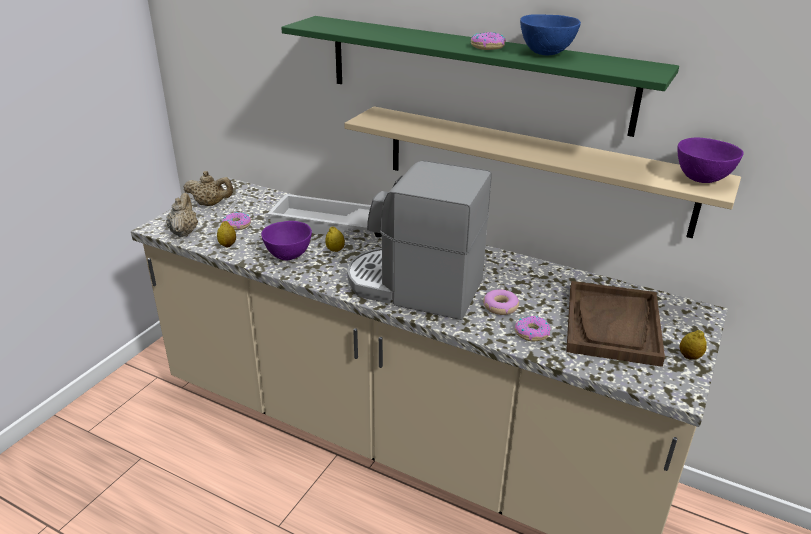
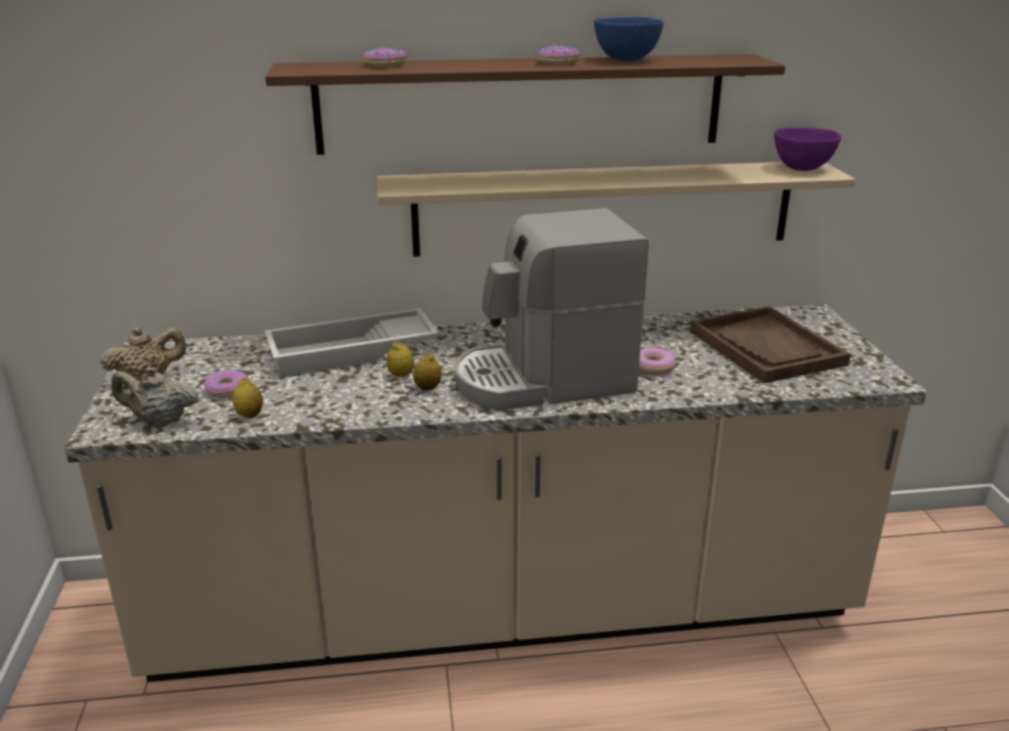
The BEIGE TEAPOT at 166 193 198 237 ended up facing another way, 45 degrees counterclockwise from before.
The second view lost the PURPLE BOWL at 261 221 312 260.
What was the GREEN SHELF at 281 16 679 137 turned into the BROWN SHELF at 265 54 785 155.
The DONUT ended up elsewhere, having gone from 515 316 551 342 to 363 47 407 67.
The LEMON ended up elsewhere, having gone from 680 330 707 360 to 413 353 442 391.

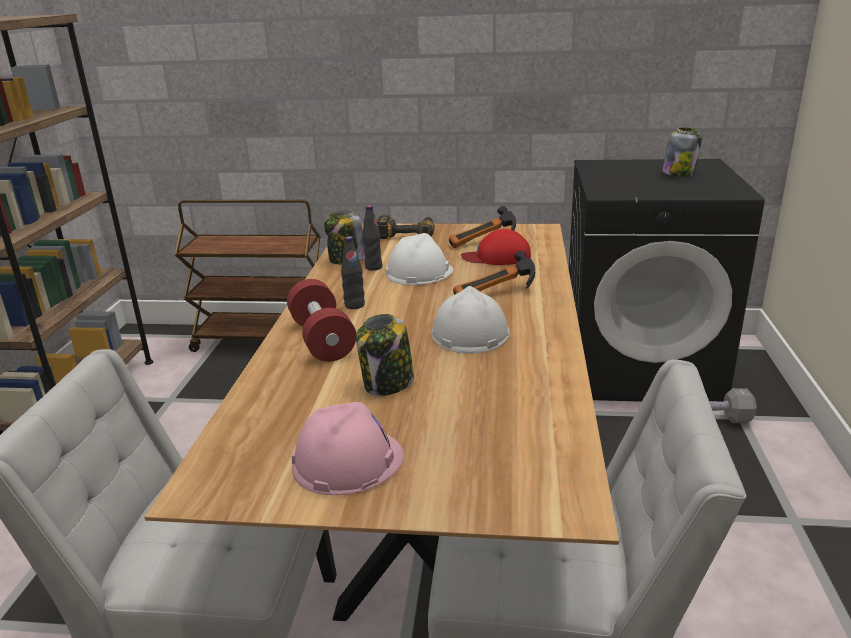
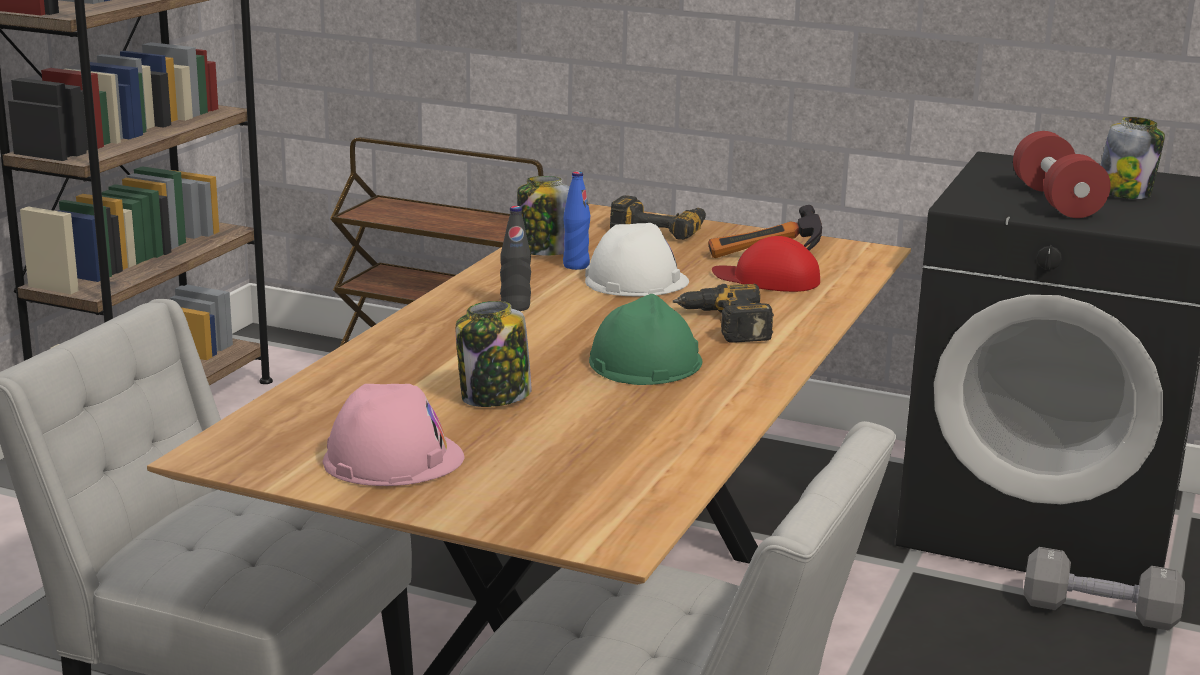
The RED DUMBBELL ended up elsewhere, having gone from 287 279 356 362 to 1013 131 1111 218.
What was the BLACK BOTTLE at 363 205 382 271 turned into the BLUE BOTTLE at 563 171 590 270.
What was the WHITE HARD HAT at 431 286 510 354 turned into the GREEN HARD HAT at 589 294 702 385.
Where the HAMMER stood at 453 251 535 295, the POWER DRILL came to stand at 673 284 774 343.

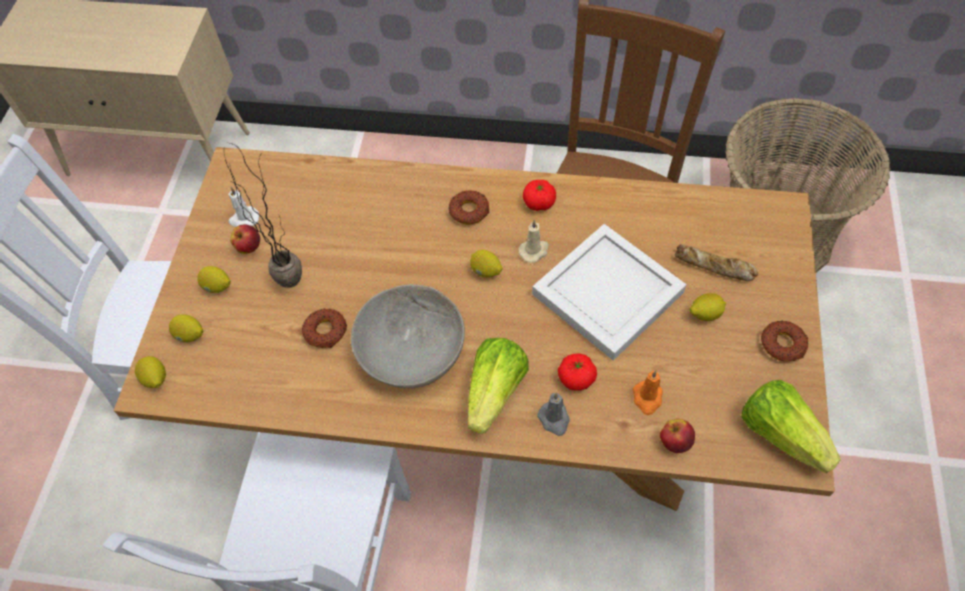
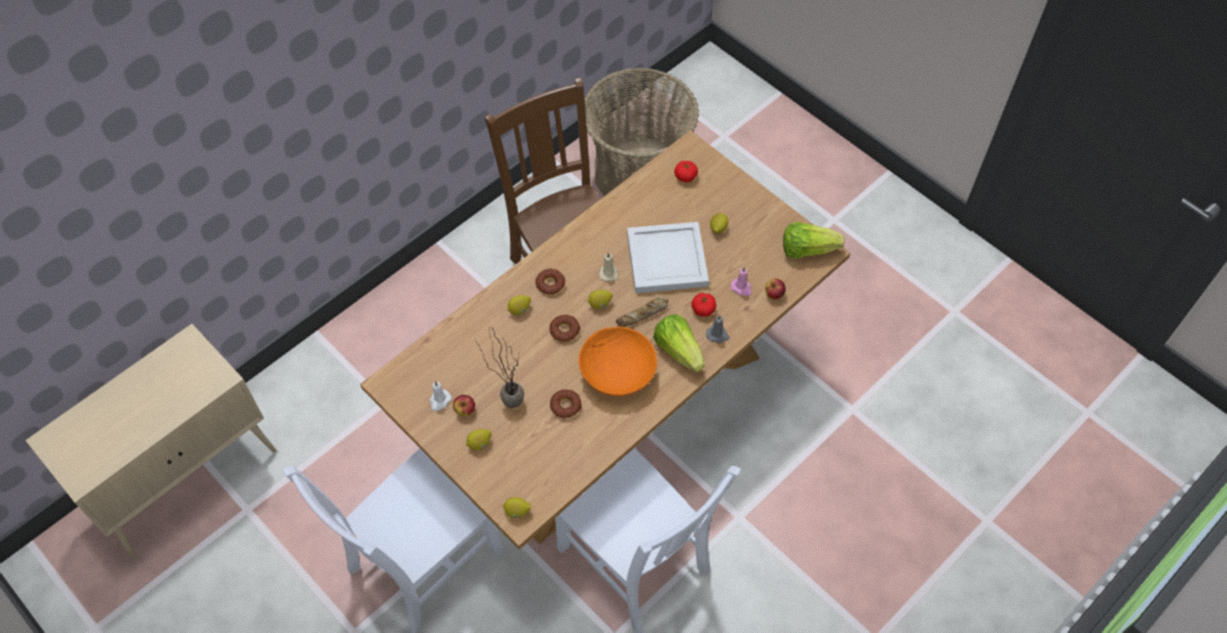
The LEMON ended up elsewhere, having gone from 169 314 203 342 to 507 295 531 315.
What was the GREY BOWL at 351 284 465 388 turned into the ORANGE BOWL at 579 327 657 396.
The TOMATO ended up elsewhere, having gone from 523 180 556 211 to 674 161 698 182.
What was the ORANGE CANDLE at 633 370 663 415 turned into the PINK CANDLE at 731 267 752 296.
The BREAD ended up elsewhere, having gone from 675 244 758 281 to 616 297 669 327.
The DONUT ended up elsewhere, having gone from 761 321 808 362 to 549 315 580 342.

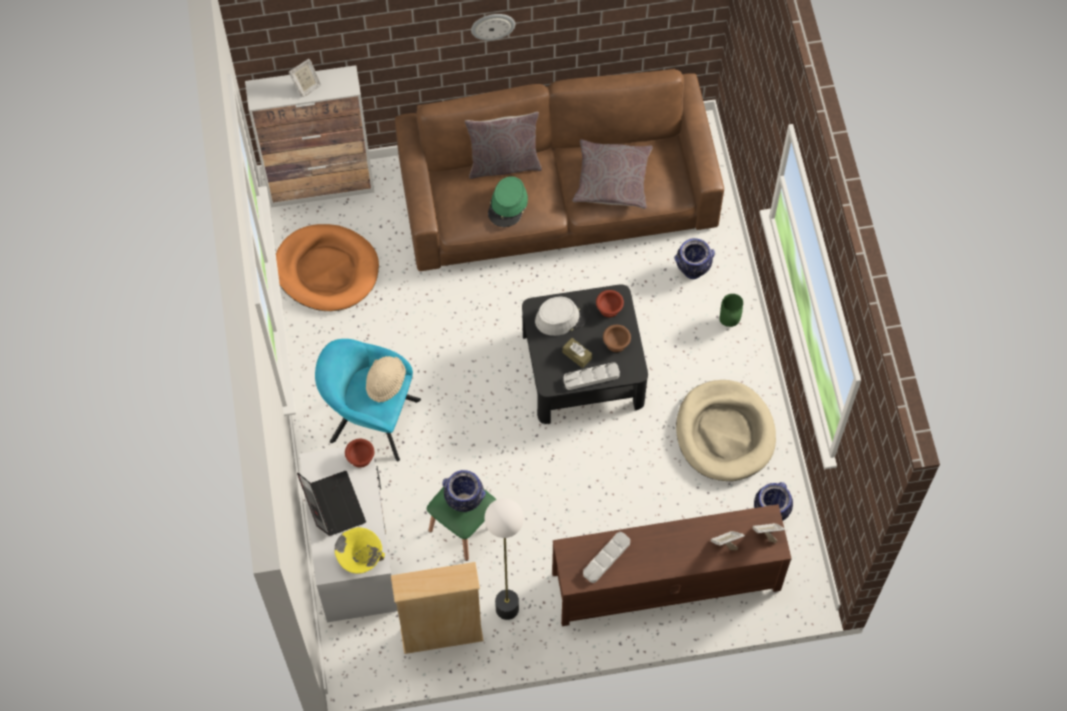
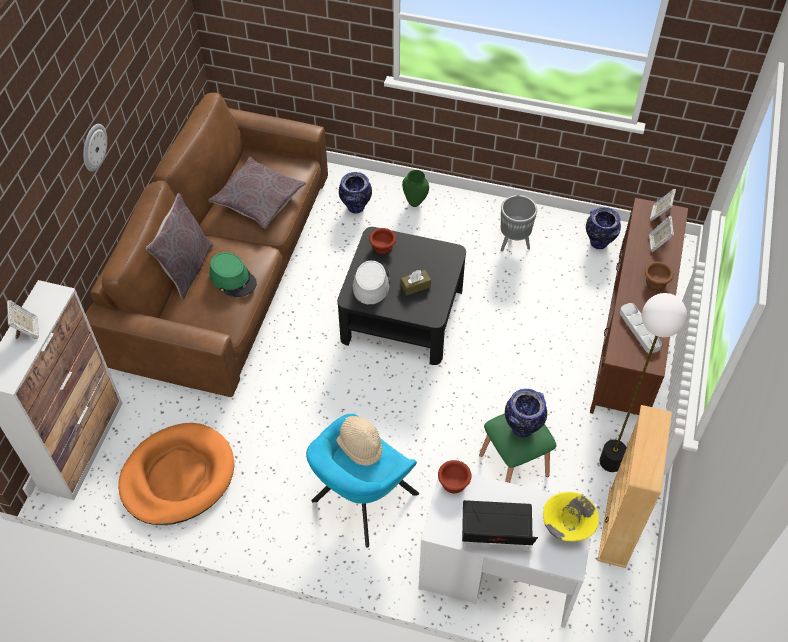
The second view lost the GREY TRAY at 564 362 620 390.
The BROWN BOWL ended up elsewhere, having gone from 603 325 631 352 to 645 262 674 289.
Where the BEIGE DOG BED stood at 676 380 776 481, the GREY PLANTER came to stand at 501 195 537 252.

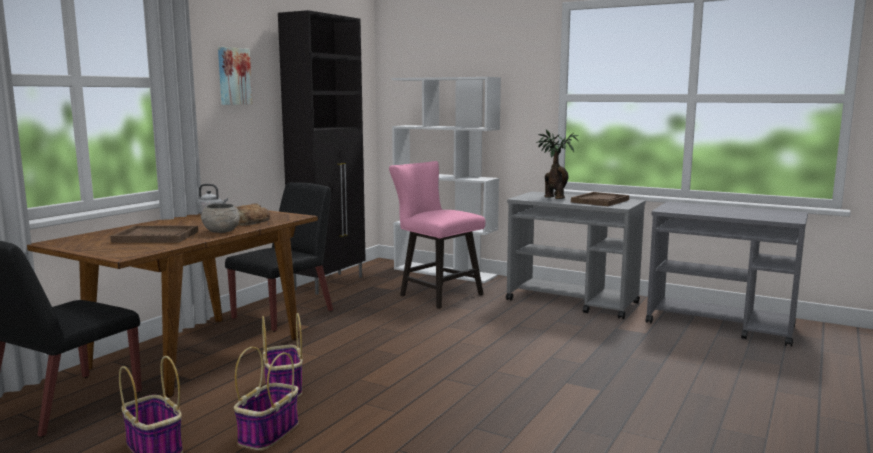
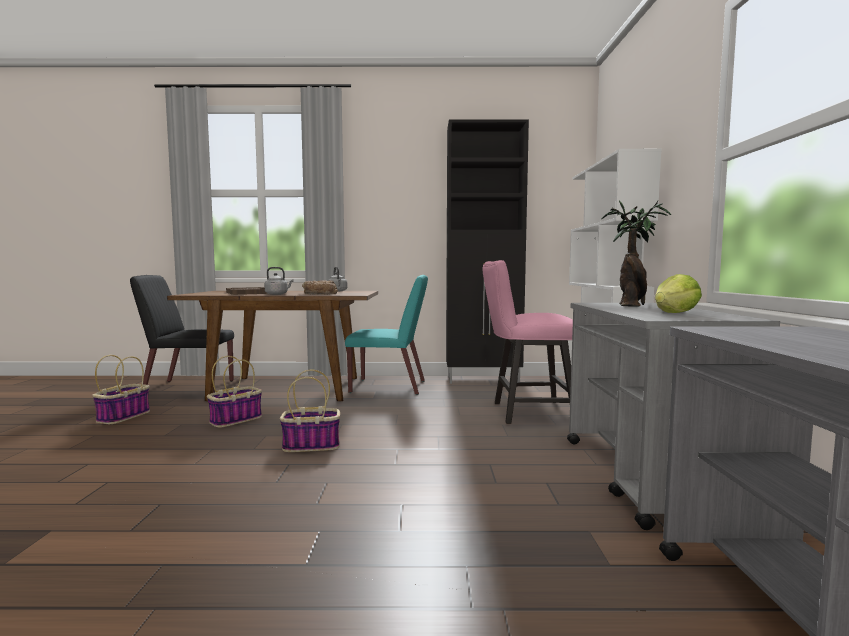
Where the GREY BOWL stood at 201 203 240 233, the GREY KETTLE came to stand at 265 267 294 295.
The second view lost the PICTURE at 218 47 253 105.
What was the BLACK CHAIR at 225 182 333 332 turned into the TURQUOISE CHAIR at 345 275 428 395.
The BASKET ended up elsewhere, having gone from 234 347 299 451 to 280 370 340 452.
The PINK CHAIR at 389 161 485 309 ended up facing another way, 105 degrees counterclockwise from before.
Where the BROWN TRAY stood at 571 192 629 206, the LETTUCE came to stand at 655 274 702 313.

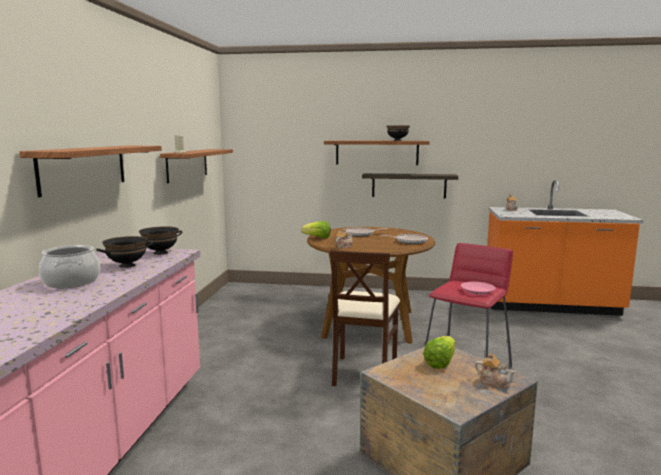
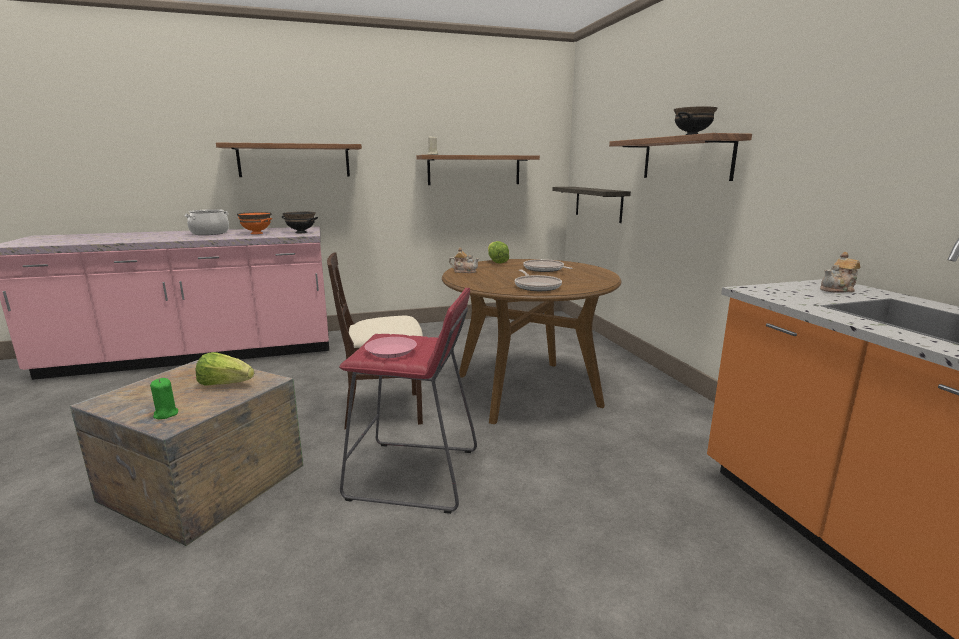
What was the BLACK BOWL at 96 236 153 268 turned into the ORANGE BOWL at 237 212 272 234.
The SHELF ended up elsewhere, having gone from 362 173 458 198 to 552 187 631 223.
Where the TEAPOT stood at 475 353 516 389, the GREEN CANDLE came to stand at 150 378 178 419.

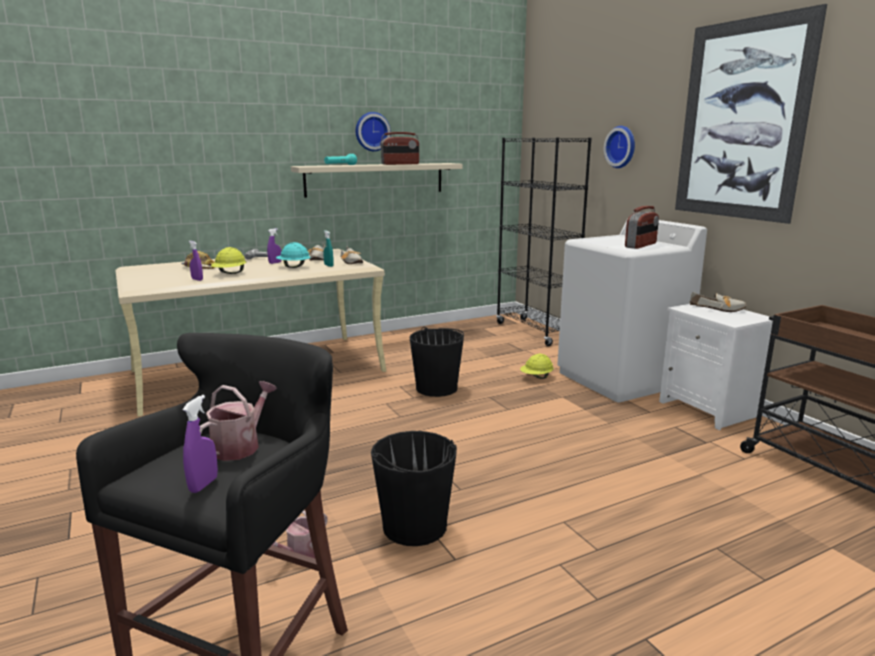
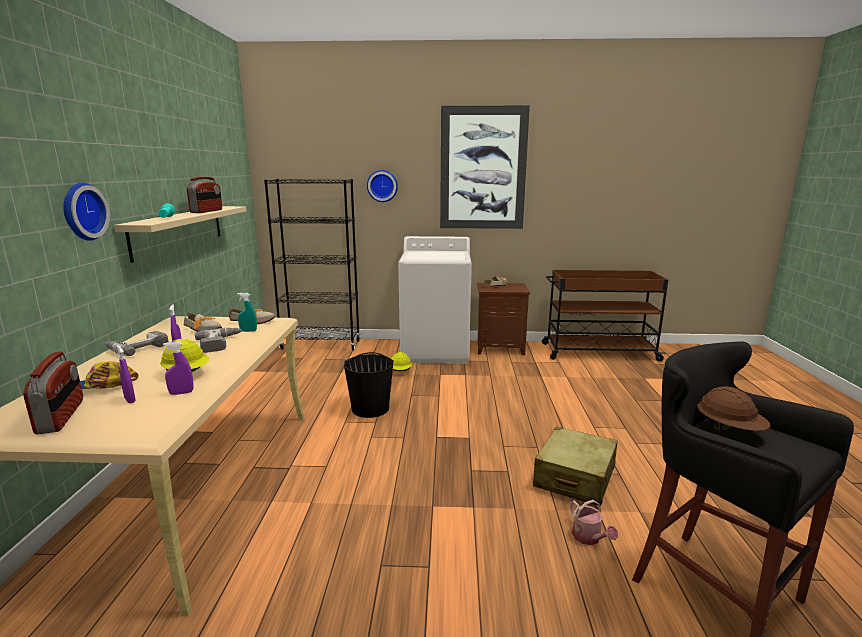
The PURPLE SPRAY BOTTLE ended up elsewhere, having gone from 182 395 218 493 to 117 345 136 403.
Where the WATERING CAN stood at 200 381 277 461, the BROWN HARD HAT came to stand at 697 386 770 432.
Where the TURQUOISE HARD HAT stood at 276 242 311 268, the POWER DRILL came to stand at 195 328 242 353.
The WALL CLOCK ended up elsewhere, having gone from 356 112 391 151 to 63 183 110 241.
Where the BLACK BUCKET stood at 371 431 457 546, the BEIGE SUITCASE came to stand at 533 427 618 506.
The RADIO ended up elsewhere, having gone from 625 206 659 249 to 23 351 83 435.
What was the WHITE NIGHTSTAND at 659 304 773 430 turned into the BROWN NIGHTSTAND at 477 283 530 355.

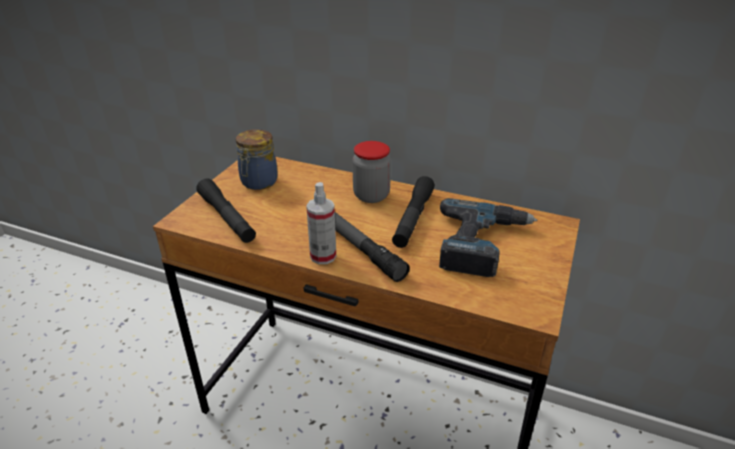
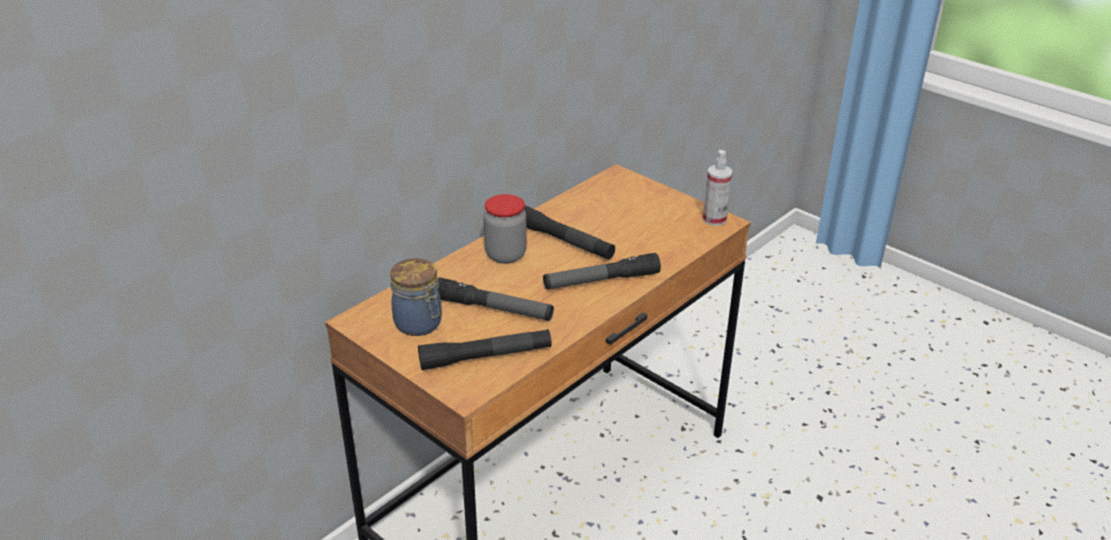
The SPRAY BOTTLE ended up elsewhere, having gone from 306 182 336 264 to 703 150 733 226.
The second view lost the POWER DRILL at 439 198 537 277.
The second view gained the FLASHLIGHT at 438 277 554 321.

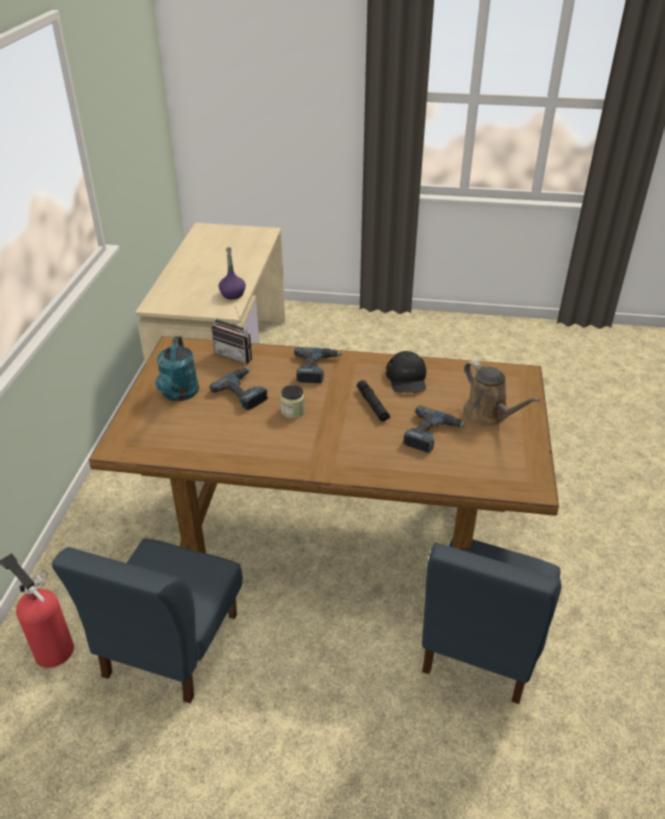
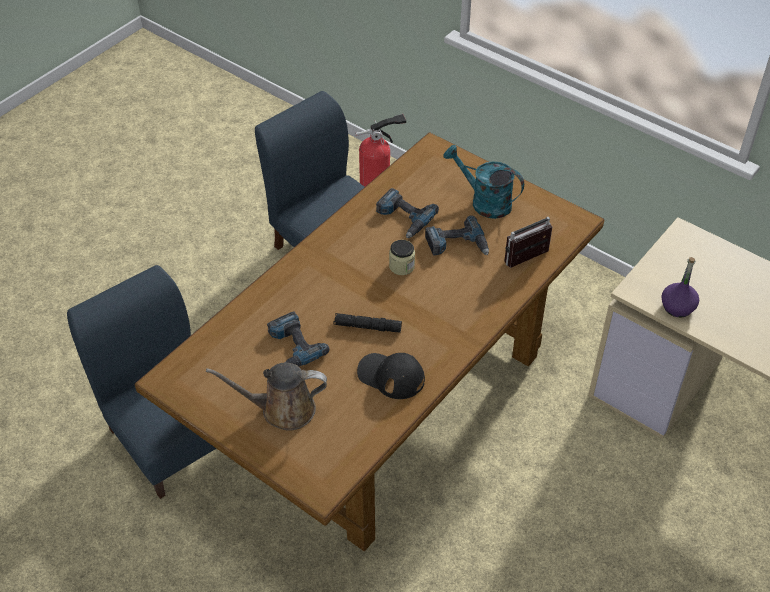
The POWER DRILL ended up elsewhere, having gone from 294 347 343 383 to 376 188 439 238.

